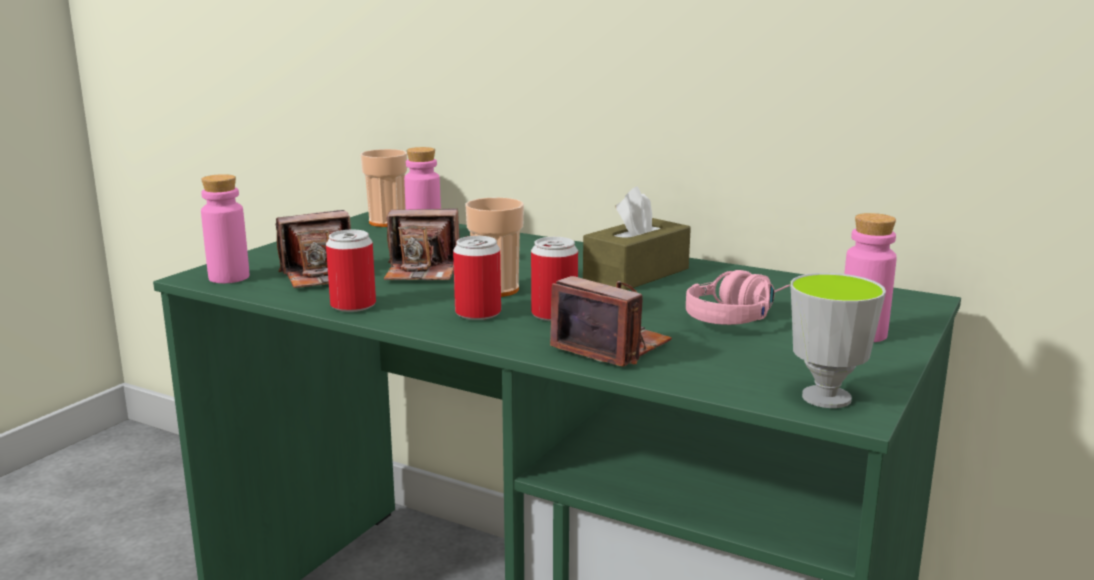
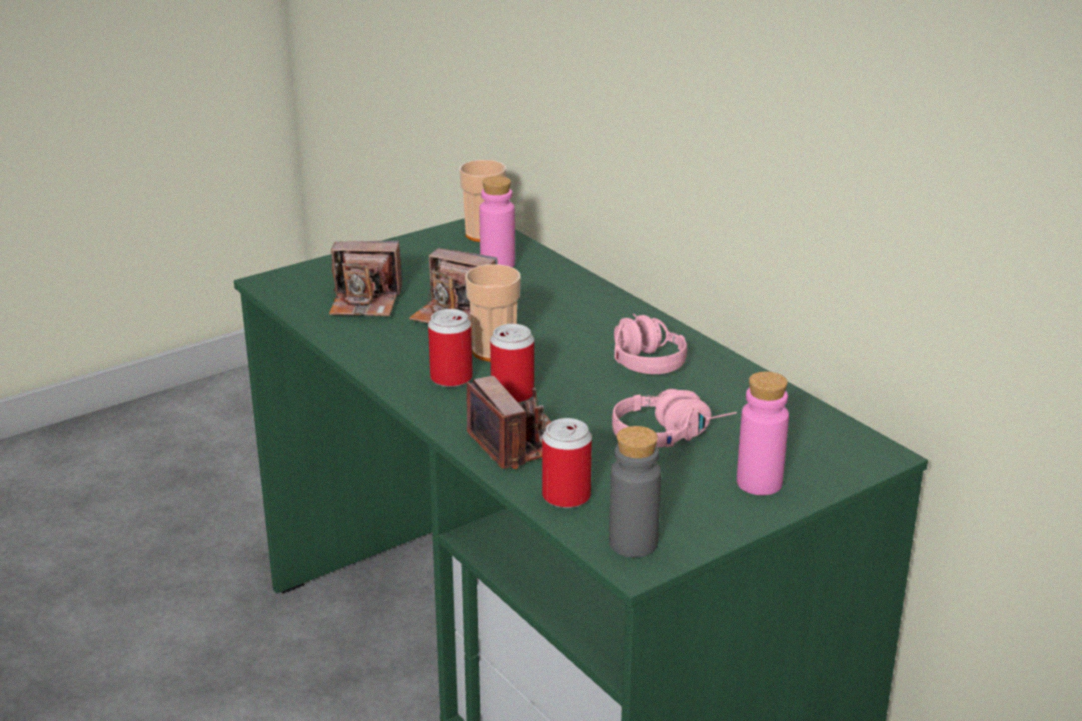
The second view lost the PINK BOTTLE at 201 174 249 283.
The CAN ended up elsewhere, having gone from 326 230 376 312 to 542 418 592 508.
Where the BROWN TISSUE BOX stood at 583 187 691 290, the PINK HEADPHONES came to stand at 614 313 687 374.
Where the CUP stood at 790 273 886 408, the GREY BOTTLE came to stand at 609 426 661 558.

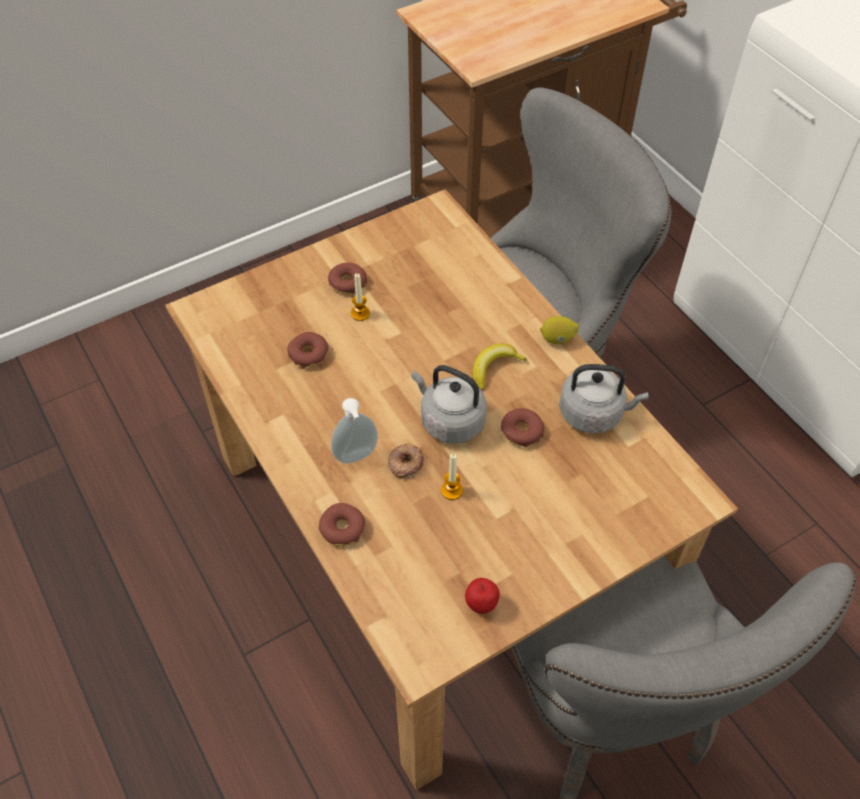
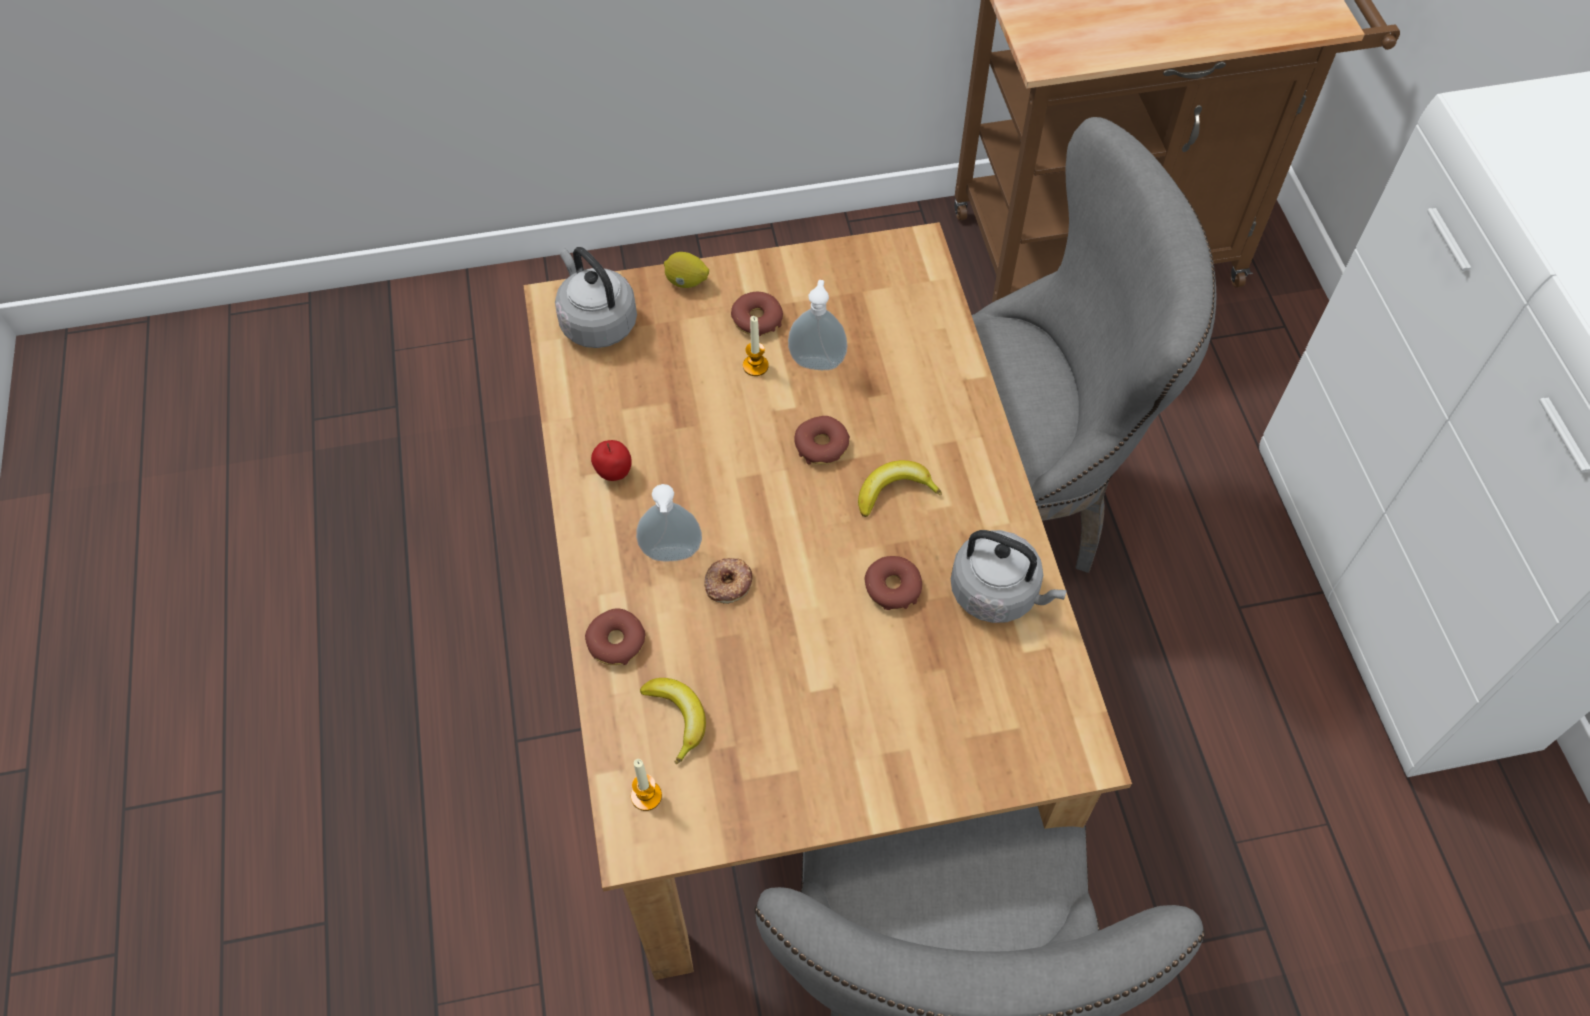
The DONUT ended up elsewhere, having gone from 287 332 328 369 to 794 416 850 465.
The GREY KETTLE ended up elsewhere, having gone from 412 365 487 444 to 555 247 637 348.
The CANDLE ended up elsewhere, having gone from 441 453 463 500 to 631 759 662 811.
The APPLE ended up elsewhere, having gone from 465 578 500 614 to 591 440 632 481.
The LEMON ended up elsewhere, having gone from 540 316 579 344 to 664 252 709 288.
The second view gained the BANANA at 640 678 706 764.
The second view gained the SOAP DISPENSER at 788 280 847 370.

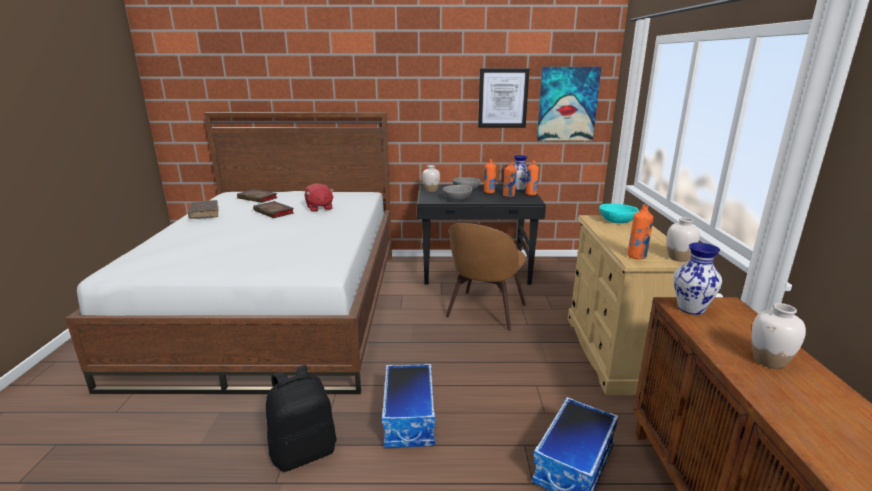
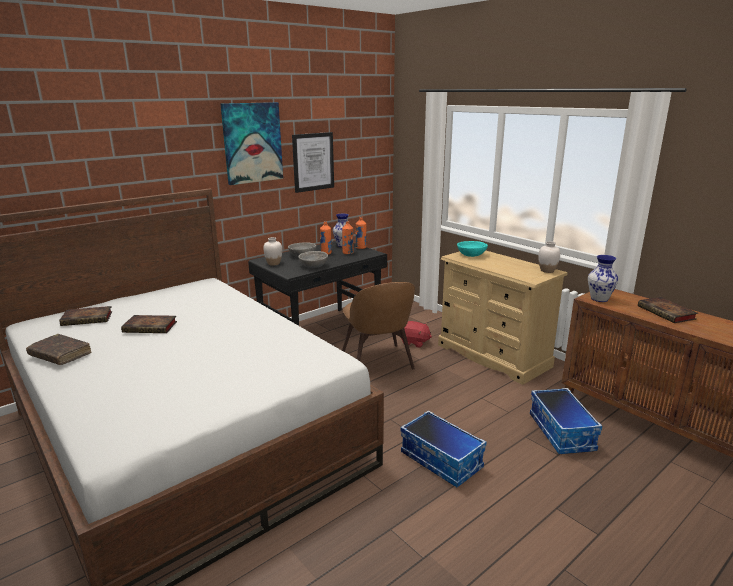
The second view lost the BLACK BACKPACK at 266 365 336 472.
The RED PLUSH TOY ended up elsewhere, having gone from 304 183 334 212 to 401 321 432 348.
The PICTURE ended up elsewhere, having gone from 537 67 601 141 to 221 102 283 185.
The second view lost the ORANGE BOTTLE at 627 204 653 259.
Where the WHITE VASE stood at 751 303 806 369, the BOOK came to stand at 638 297 698 323.

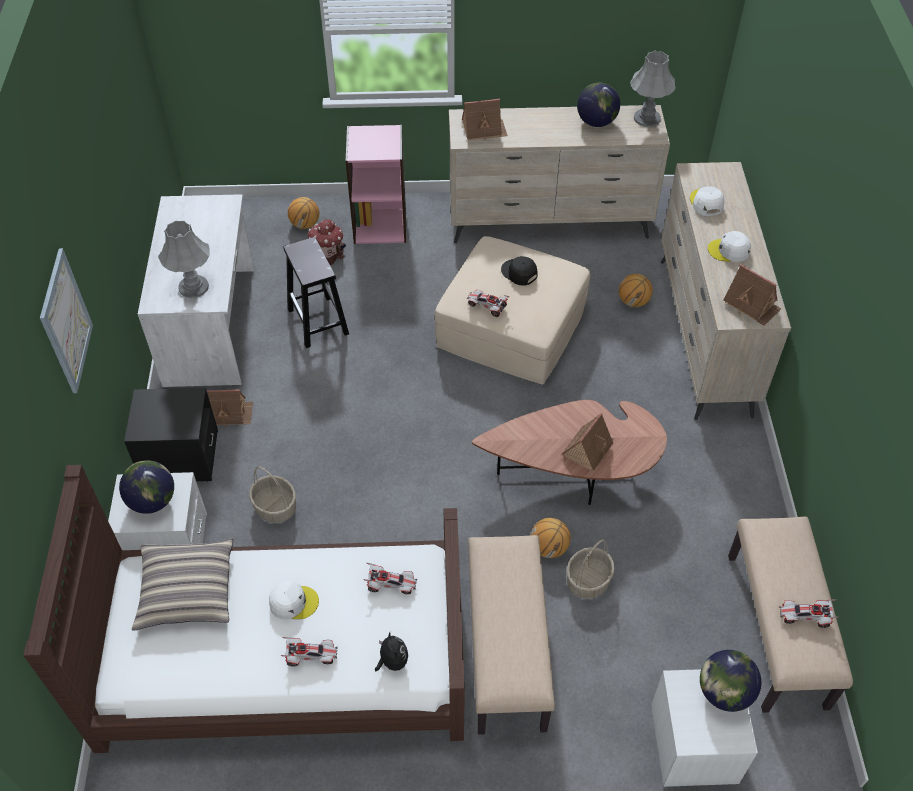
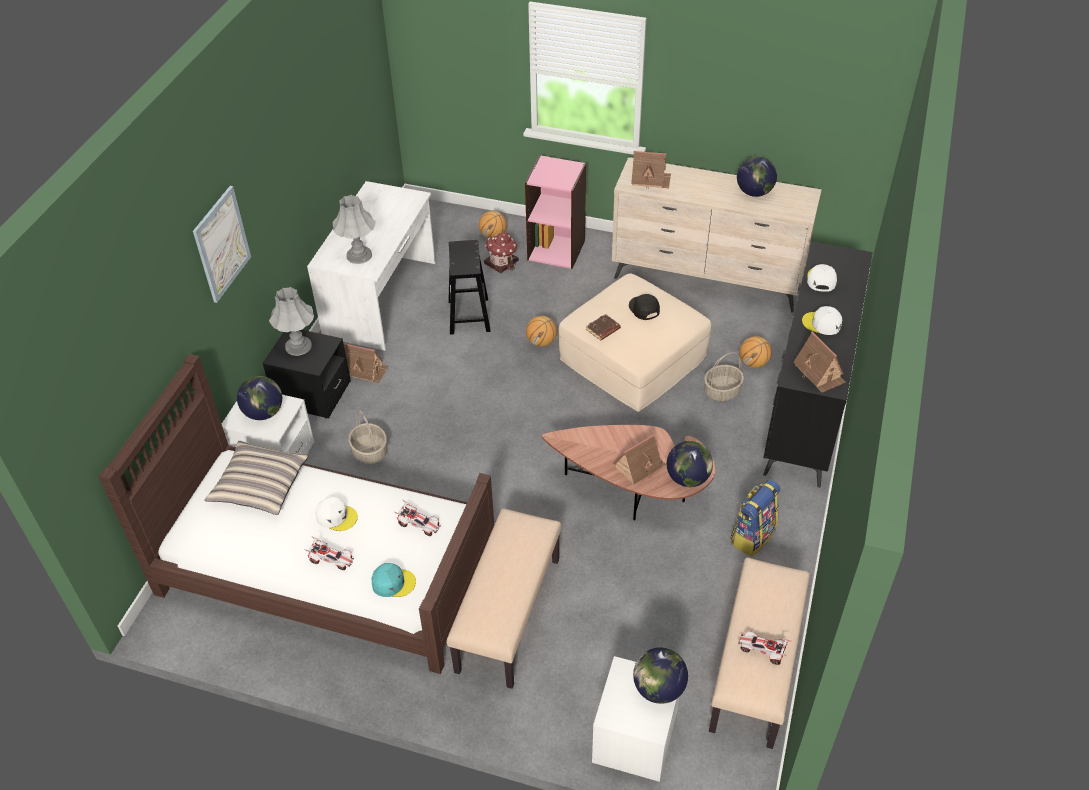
Where the PLUSH TOY stood at 375 632 408 672, the TURQUOISE CAP came to stand at 372 563 416 597.
Where the TOY CAR stood at 467 290 510 317, the BROWN BOOK came to stand at 586 314 621 341.
The BASKETBALL ended up elsewhere, having gone from 531 518 571 558 to 526 316 557 347.
The BASKET ended up elsewhere, having gone from 567 539 615 599 to 704 352 744 402.
The GREY TABLE LAMP ended up elsewhere, having gone from 630 51 676 127 to 269 287 314 356.
What was the BEIGE DRESSER at 661 162 791 420 turned into the BLACK DRESSER at 763 241 873 488.
The second view gained the GLOBE at 667 441 713 487.
The second view gained the BACKPACK at 731 480 780 557.

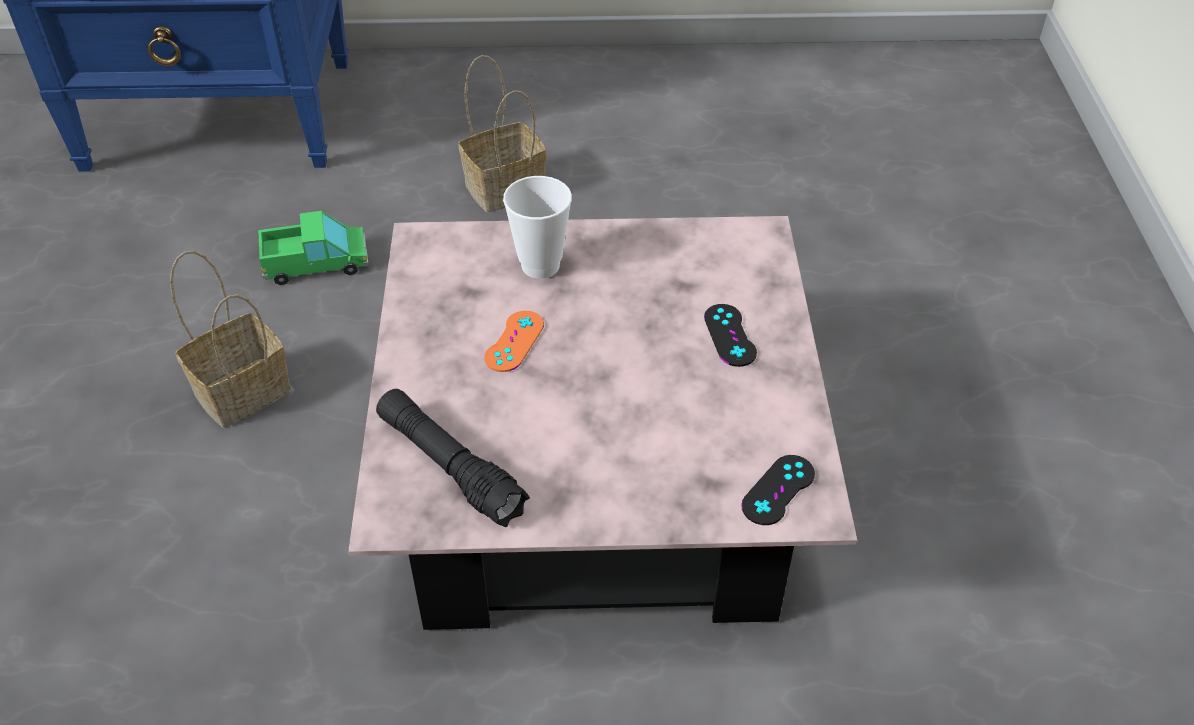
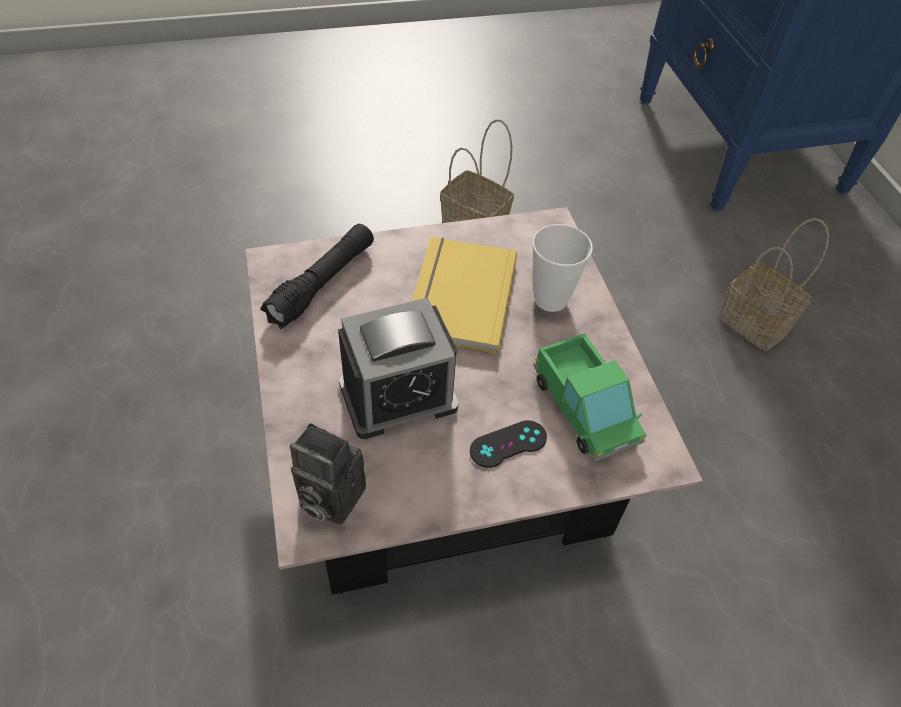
The TOY TRUCK ended up elsewhere, having gone from 258 211 369 285 to 533 333 647 462.
Where the ORANGE GAME CONTROLLER stood at 484 311 544 372, the YELLOW BOOK came to stand at 412 237 517 354.
Where the BLACK GAME CONTROLLER stood at 741 455 815 525, the PHOTO CAMERA came to stand at 290 423 366 525.
The second view gained the ALARM CLOCK at 338 297 459 439.

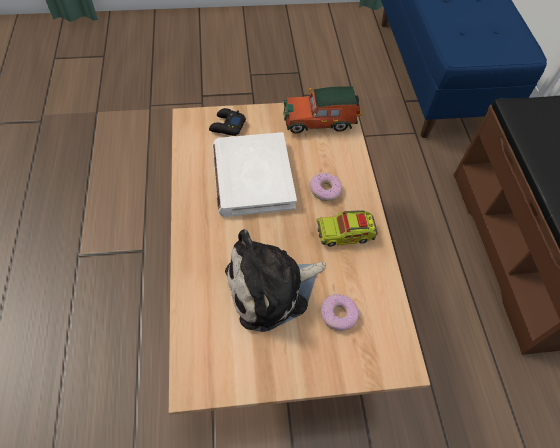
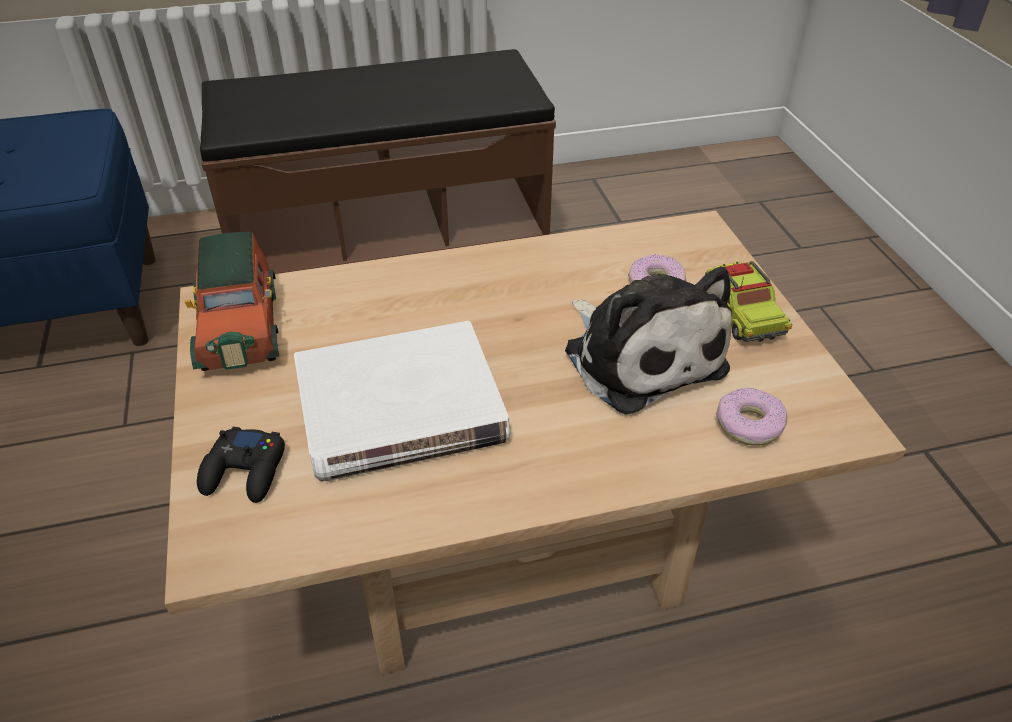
The DONUT ended up elsewhere, having gone from 309 173 342 201 to 716 387 787 446.
The TOY TRUCK ended up elsewhere, having gone from 316 210 378 247 to 705 261 792 342.

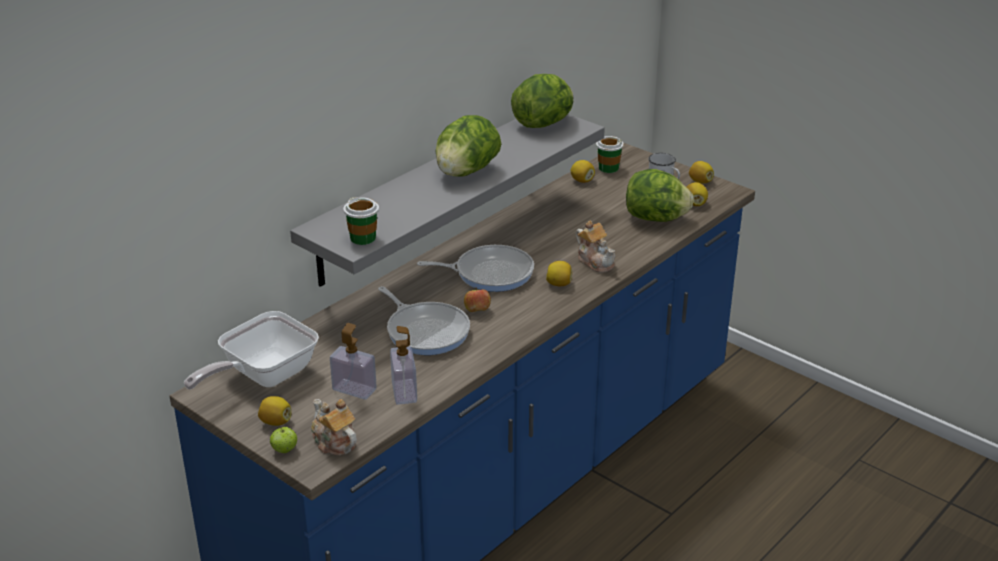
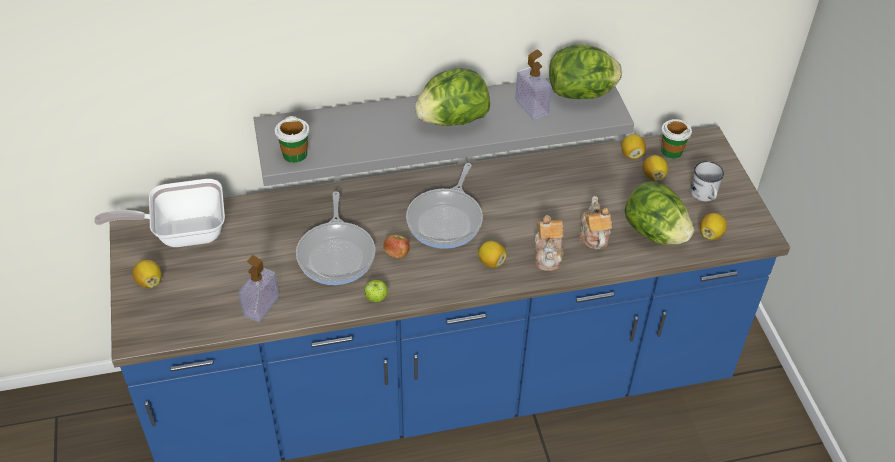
The APPLE ended up elsewhere, having gone from 270 427 297 453 to 364 280 388 302.
The TEAPOT ended up elsewhere, having gone from 311 399 357 455 to 579 196 612 249.
The SOAP DISPENSER ended up elsewhere, having gone from 330 323 377 400 to 515 49 552 119.
The FRYING PAN at 417 245 534 292 ended up facing another way, 75 degrees clockwise from before.
The LEMON ended up elsewhere, having gone from 689 161 714 183 to 643 155 668 181.

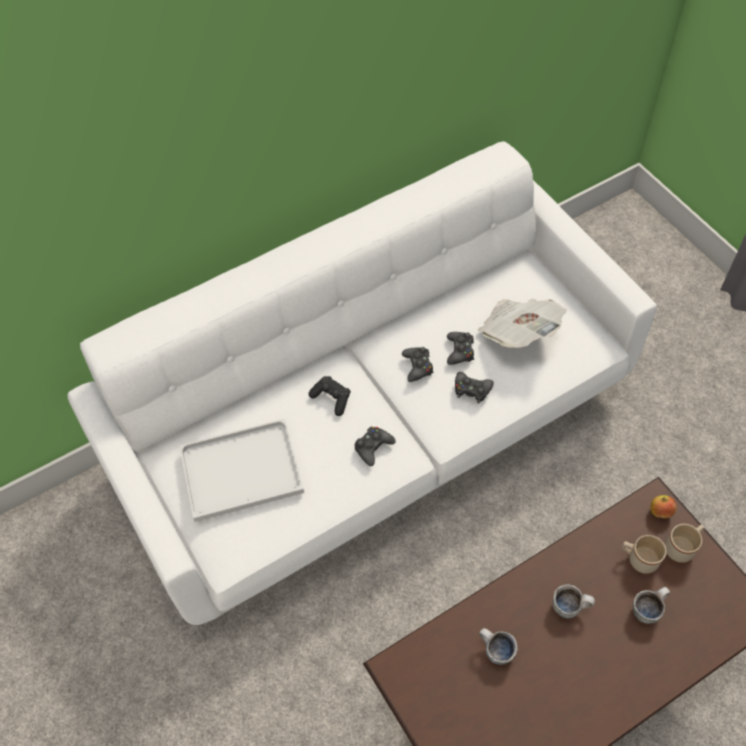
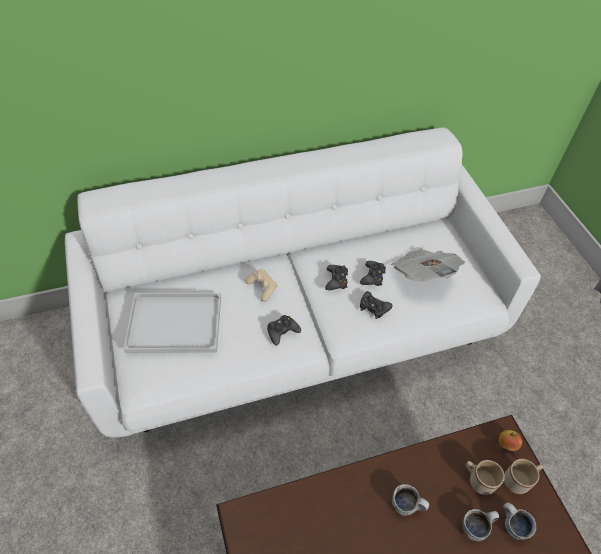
What was the BLACK GAME CONTROLLER at 309 376 350 416 turned into the BEIGE GAME CONTROLLER at 245 269 278 302.
The MUG ended up elsewhere, having gone from 479 628 517 665 to 503 503 536 540.

